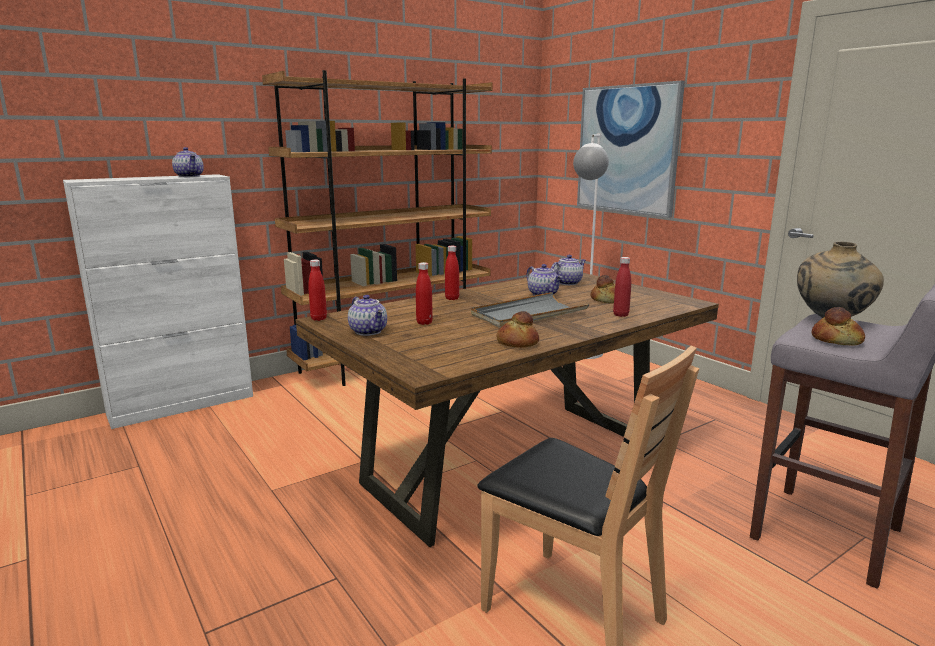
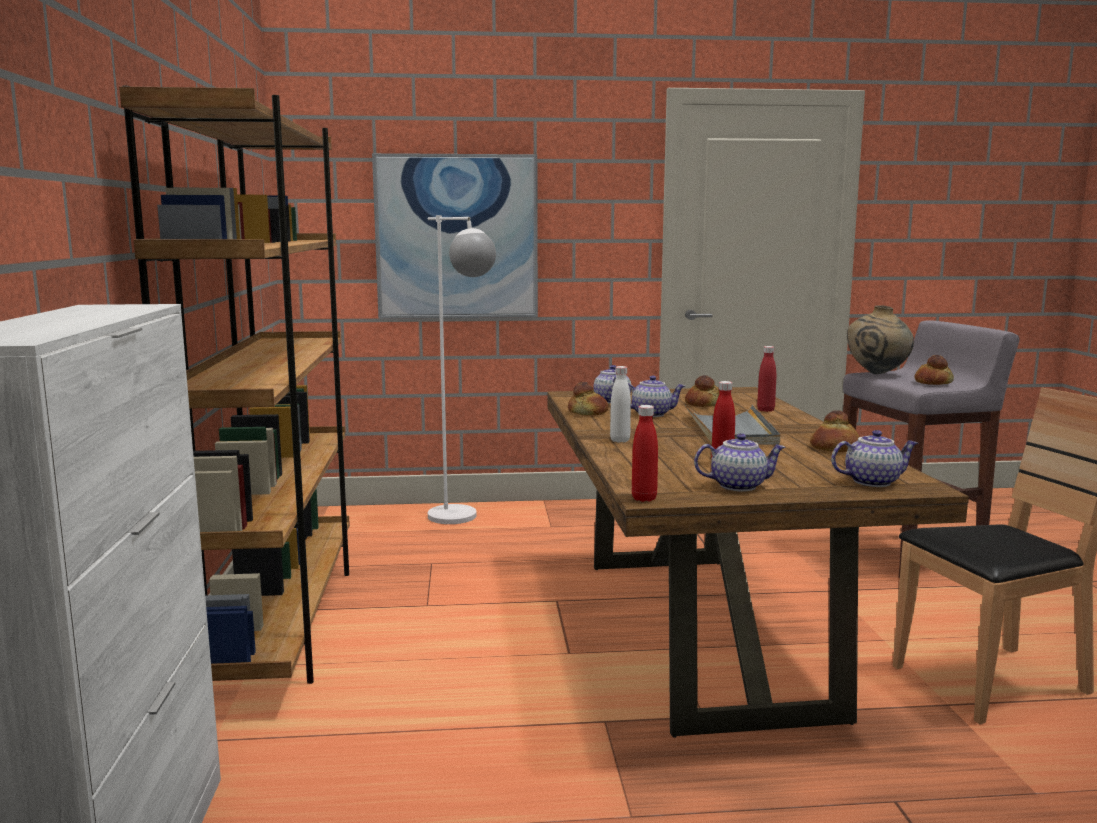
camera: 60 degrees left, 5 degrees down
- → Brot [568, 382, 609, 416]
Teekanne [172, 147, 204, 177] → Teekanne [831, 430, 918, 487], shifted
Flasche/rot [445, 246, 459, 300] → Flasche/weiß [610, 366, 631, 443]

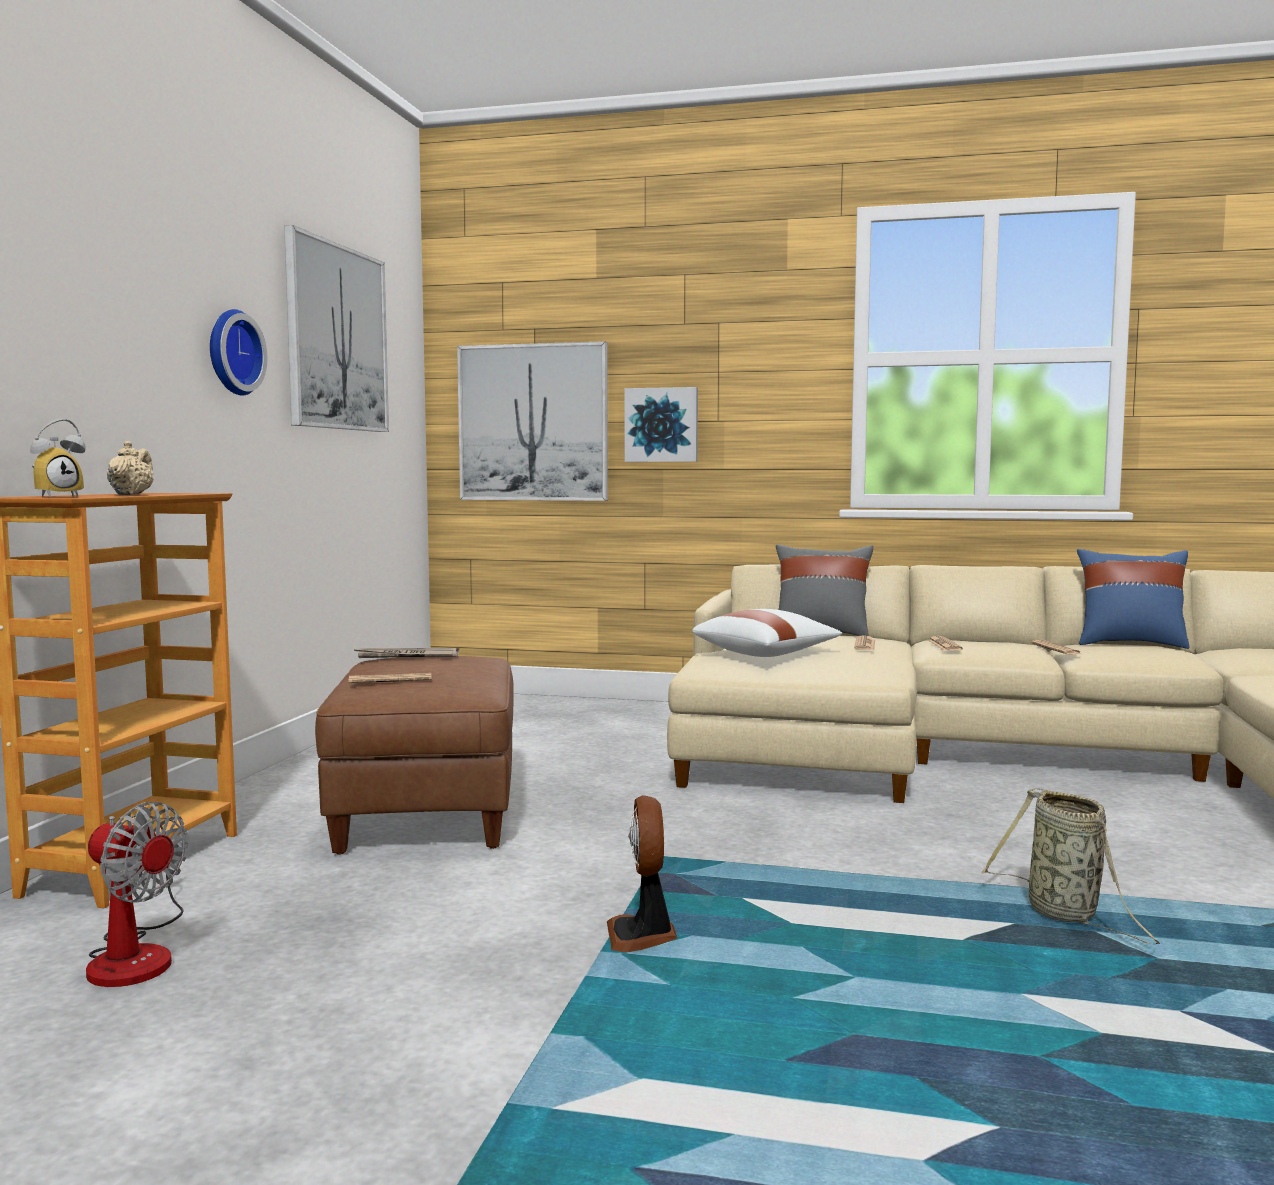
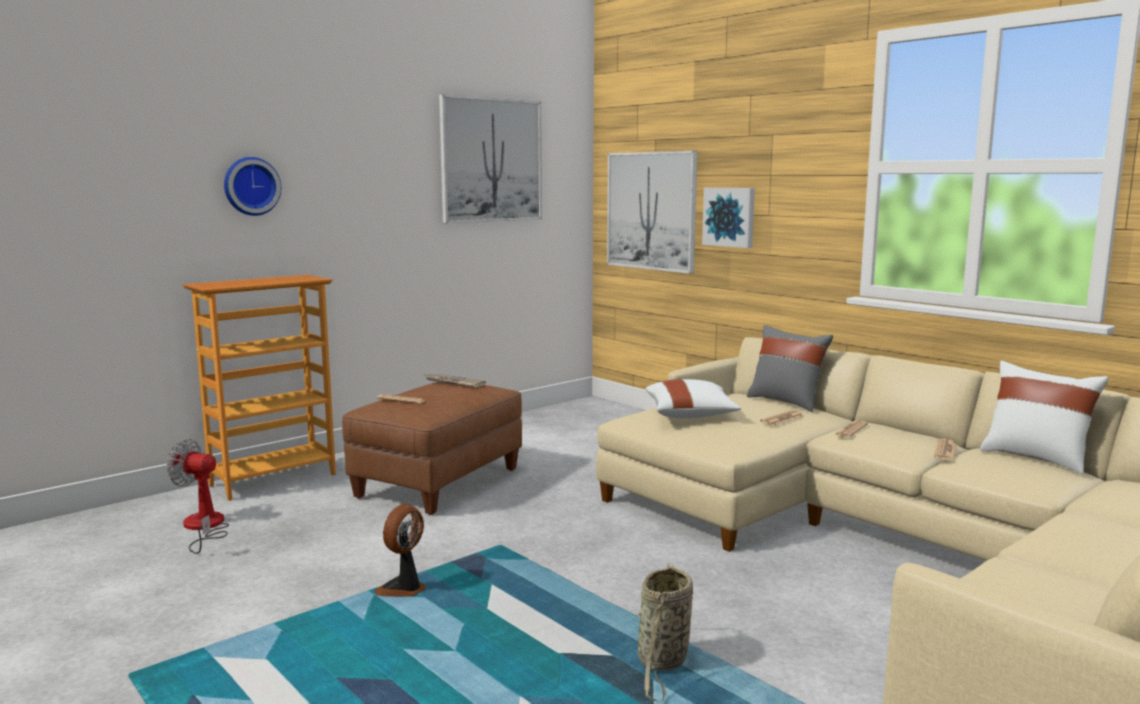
camera: 35 degrees right, 5 degrees up
Wecker [30, 419, 85, 497] → -
Teekanne/beige [107, 441, 154, 495] → -
Wanduhr [210, 309, 267, 396] → Wanduhr [224, 157, 281, 216], shifted
Kissen/blau [1077, 549, 1190, 649] → Kissen/weiß [980, 361, 1109, 474]
Ventilator [86, 802, 188, 987] → Ventilator [166, 439, 229, 554], 135 degrees clockwise

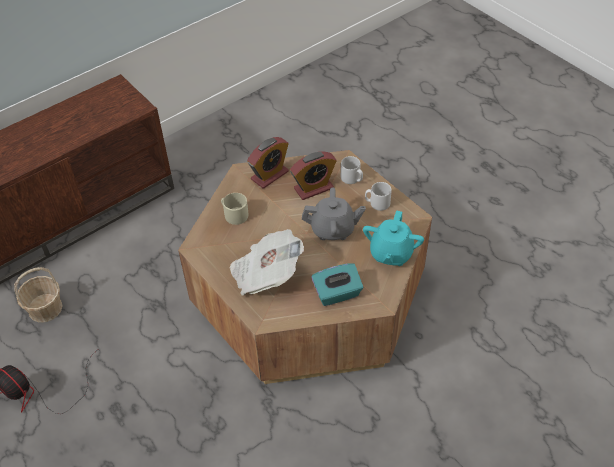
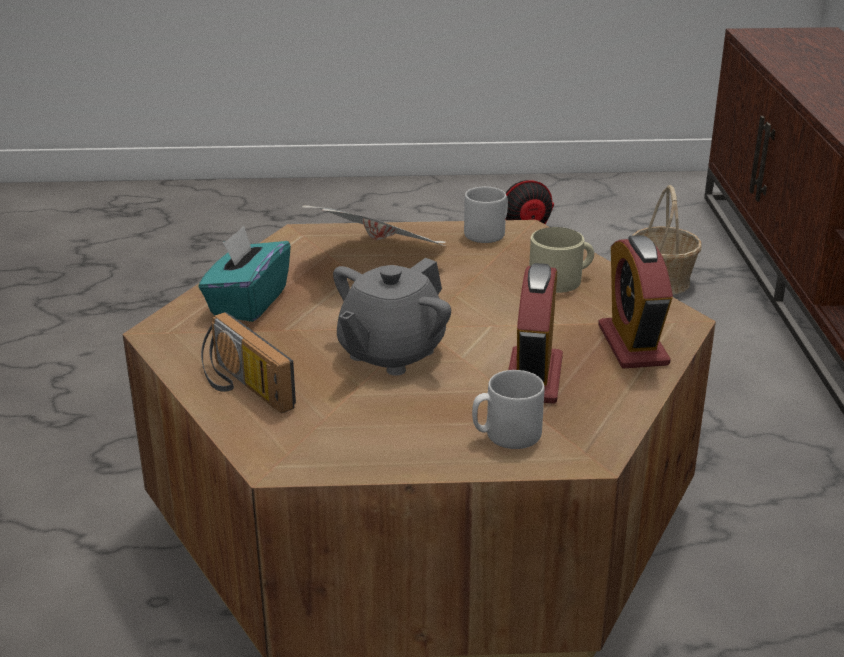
camera: 125 degrees right, 20 degrees down
Henkelbecher/grau [365, 182, 392, 211] → Henkelbecher/grau [464, 186, 508, 243], shifted
Teekanne/türkis [363, 210, 424, 266] → Radio [201, 312, 296, 413]

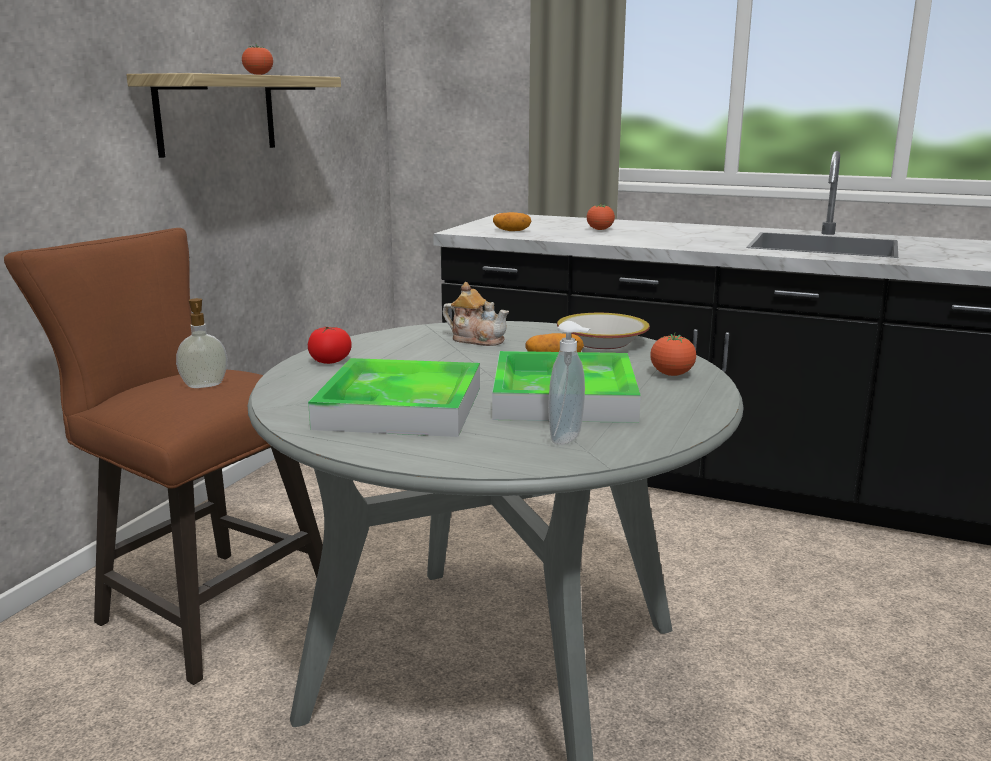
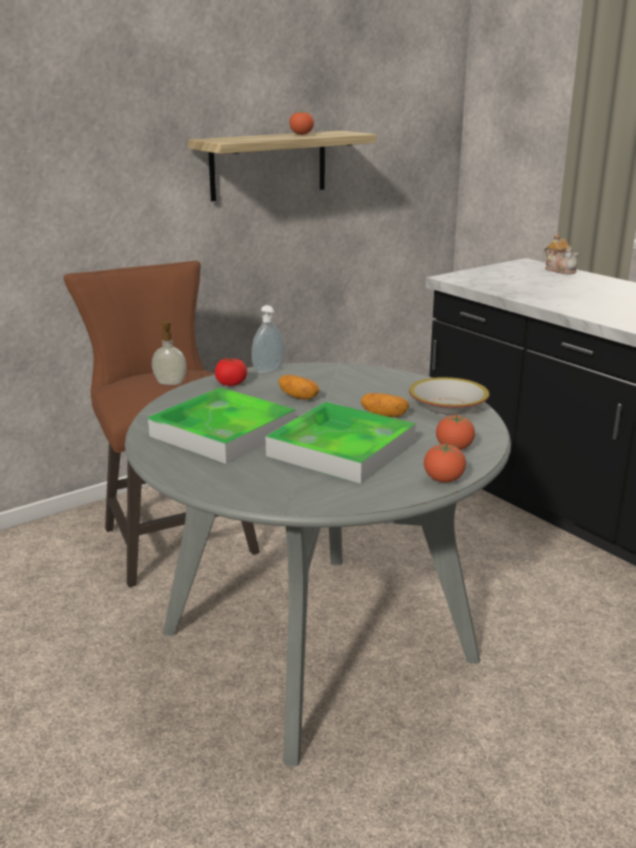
camera: 30 degrees right, 5 degrees up
Teekanne [443, 282, 509, 346] → Teekanne [543, 233, 579, 274], shifted
Kartoffel [493, 212, 531, 231] → Kartoffel [279, 375, 319, 400], shifted
Seifenspender [548, 321, 590, 445] → Seifenspender [252, 305, 284, 374], shifted
Tomate [587, 204, 615, 230] → Tomate [424, 443, 466, 482], shifted

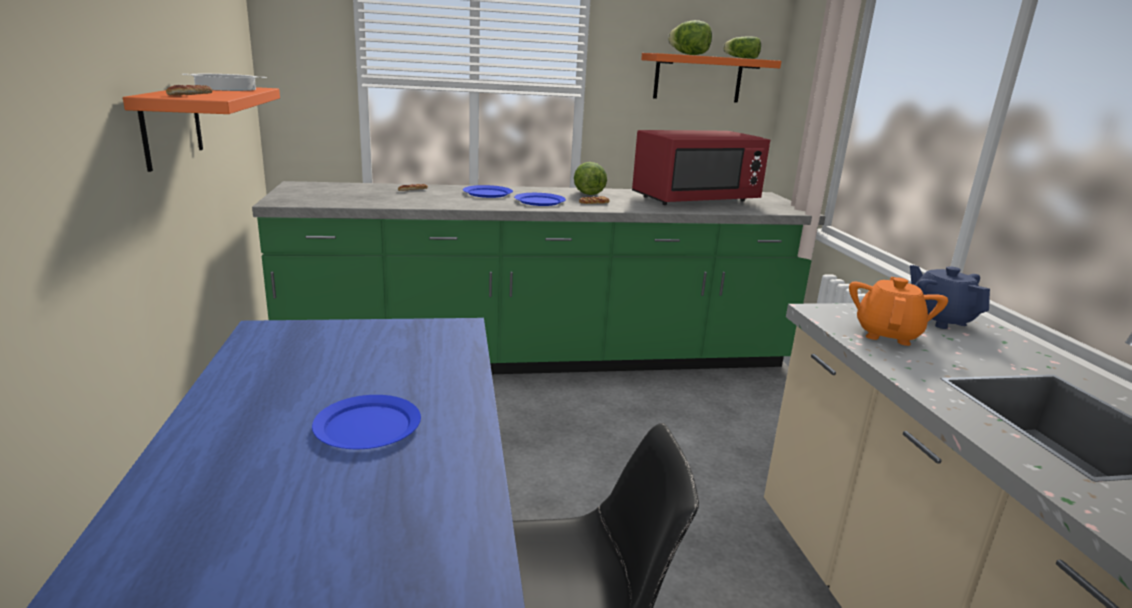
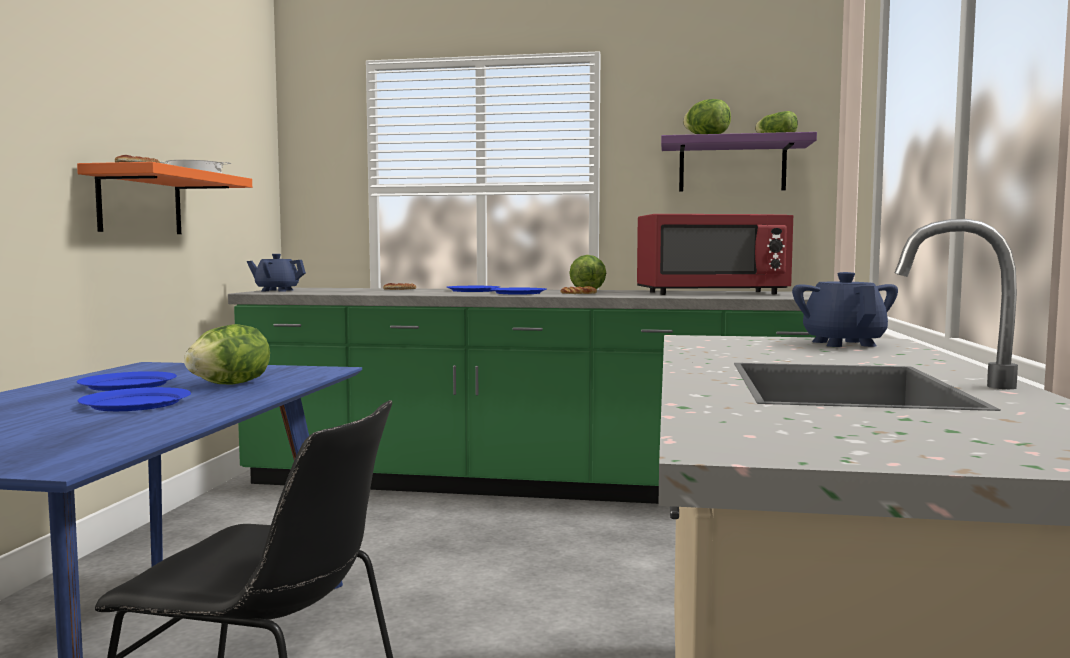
camera: 20 degrees right, 15 degrees down
Teekanne/orange [849, 277, 948, 346] → -
- → Teller/blau [77, 371, 177, 391]
- → Salatkopf [184, 324, 270, 384]
- → Teekanne/blau [247, 254, 306, 292]
Wandregal/orange [641, 53, 781, 103] → Wandregal/lila [661, 132, 817, 192]

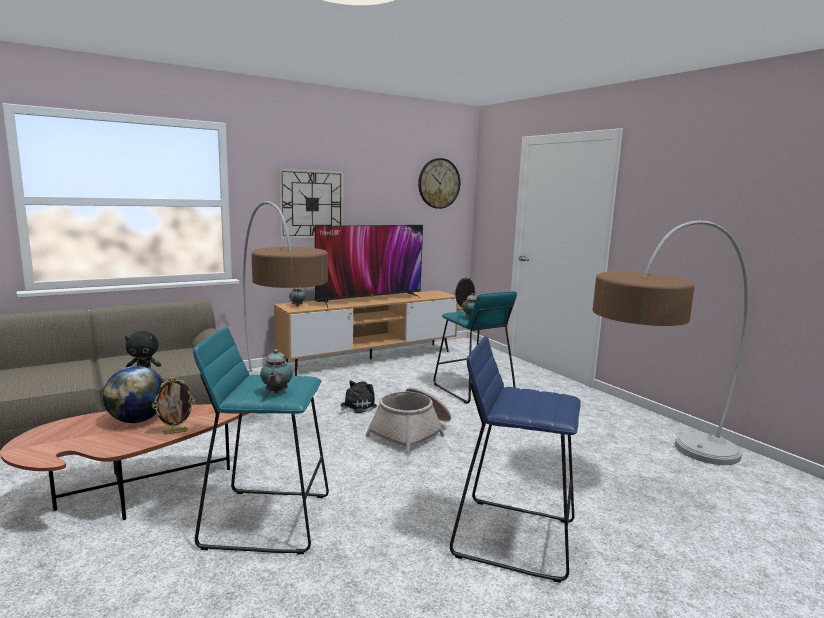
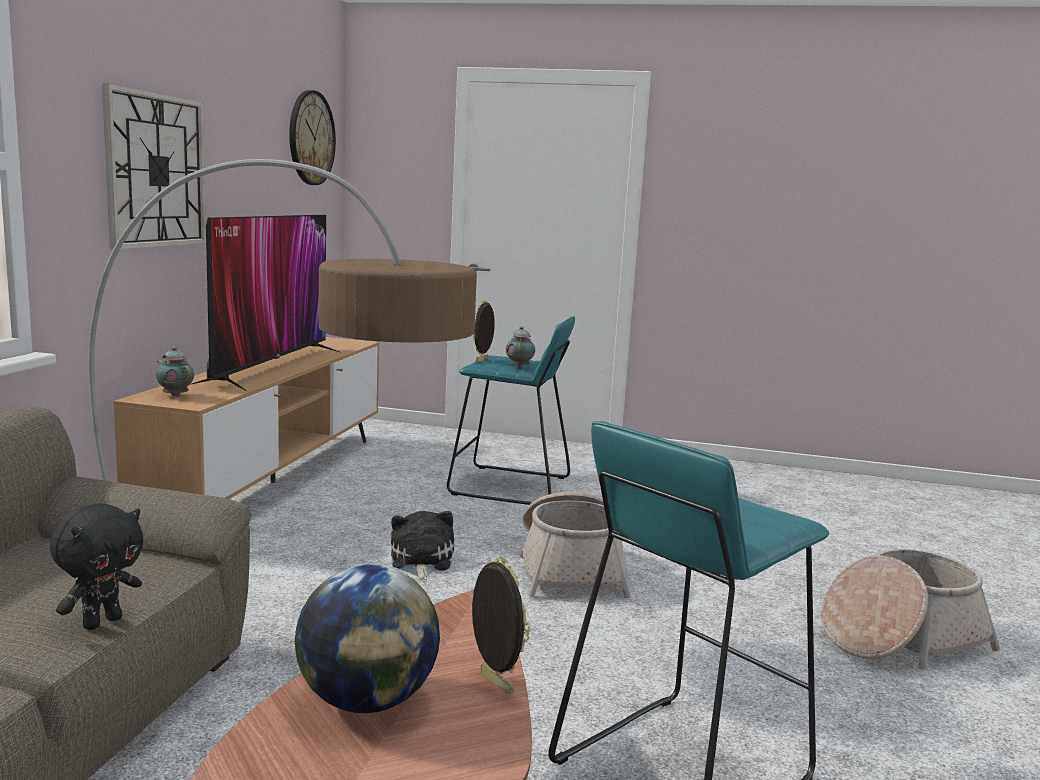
camera: 45 degrees left, 0 degrees up
Teekanne [260, 349, 293, 393] → -
Stehlampe [593, 221, 748, 465] → -
Hocker/blau [450, 336, 581, 583] → Korb [821, 549, 1000, 670]
Bilderrahmen [152, 377, 195, 434] → Bilderrahmen [472, 557, 530, 694], 60 degrees counterclockwise

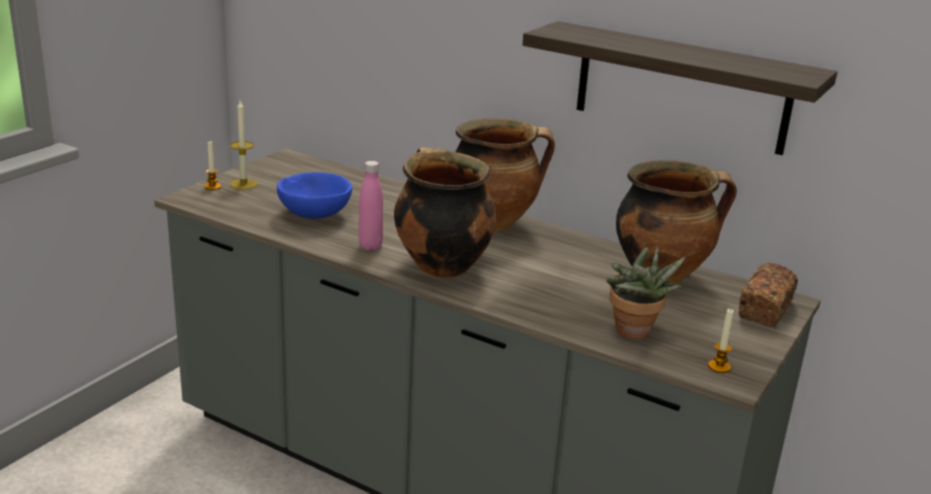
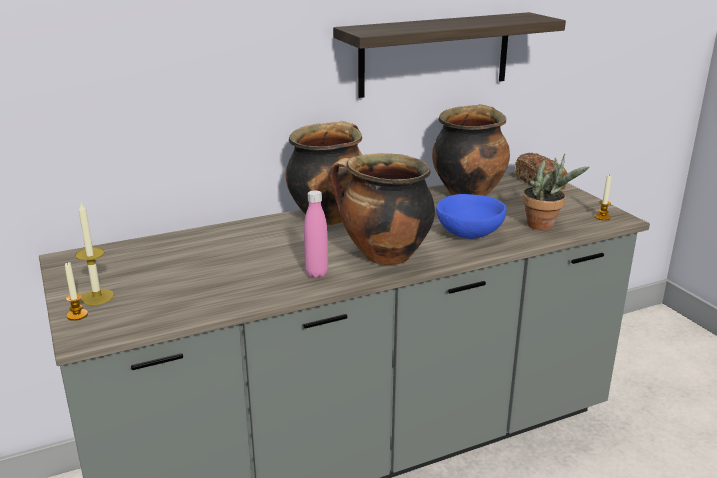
camera: 55 degrees left, 0 degrees up
Schüssel/blau [277, 172, 352, 219] → Schüssel/blau [436, 194, 506, 239], shifted

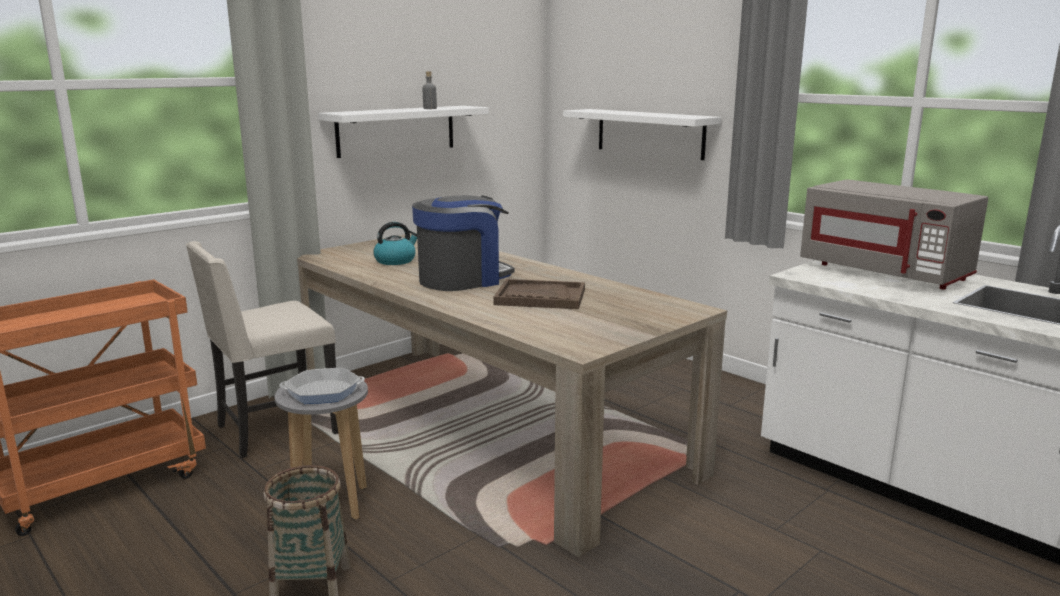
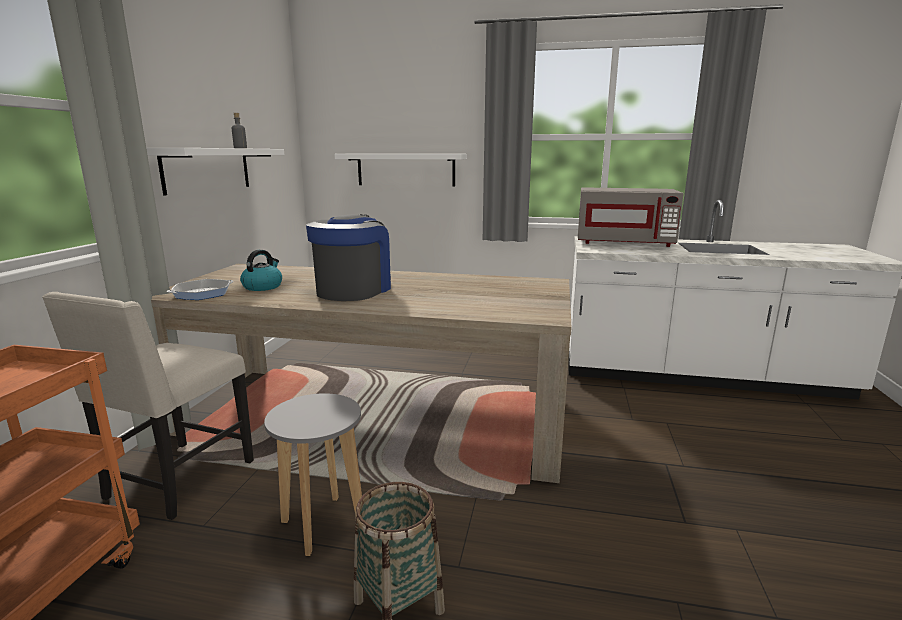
camera: 35 degrees left, 0 degrees up
Tablett/braun [493, 279, 585, 309] → -
Pfanne [279, 368, 365, 404] → Pfanne [167, 279, 234, 300], shifted

